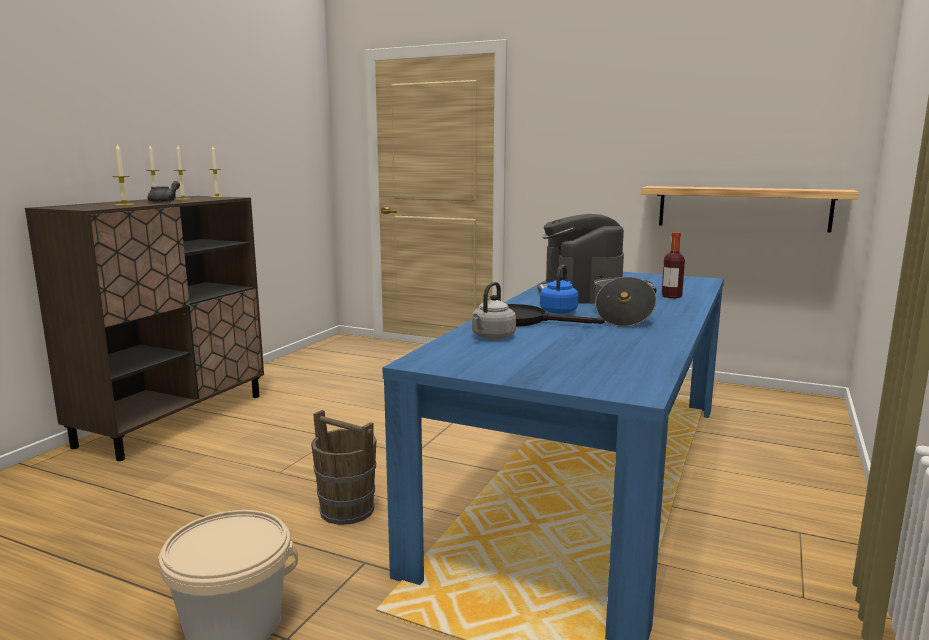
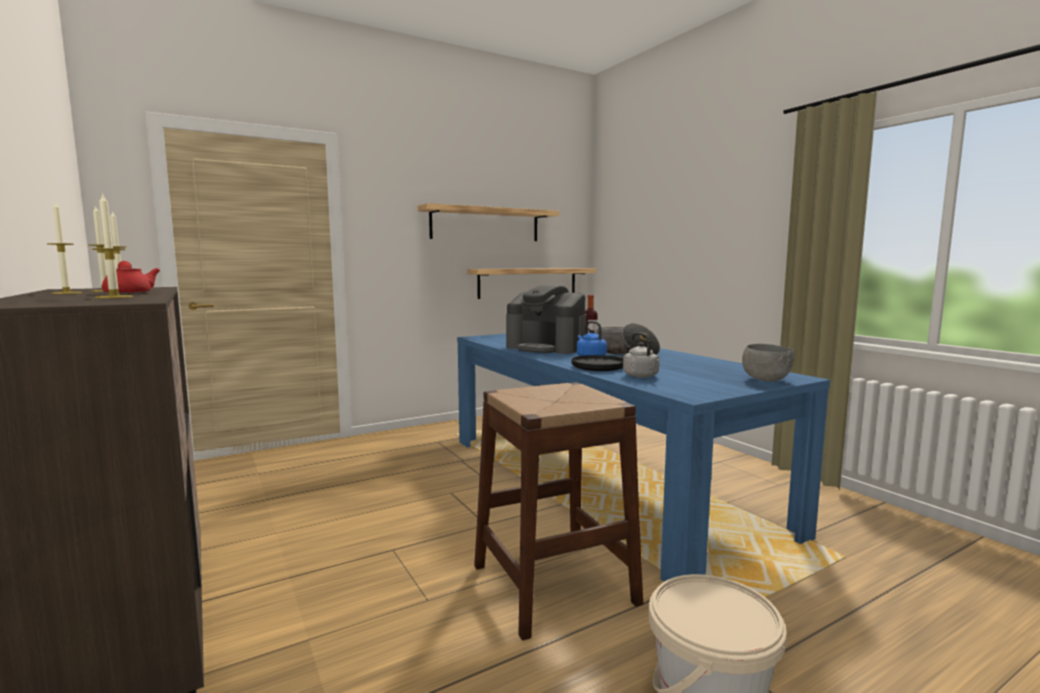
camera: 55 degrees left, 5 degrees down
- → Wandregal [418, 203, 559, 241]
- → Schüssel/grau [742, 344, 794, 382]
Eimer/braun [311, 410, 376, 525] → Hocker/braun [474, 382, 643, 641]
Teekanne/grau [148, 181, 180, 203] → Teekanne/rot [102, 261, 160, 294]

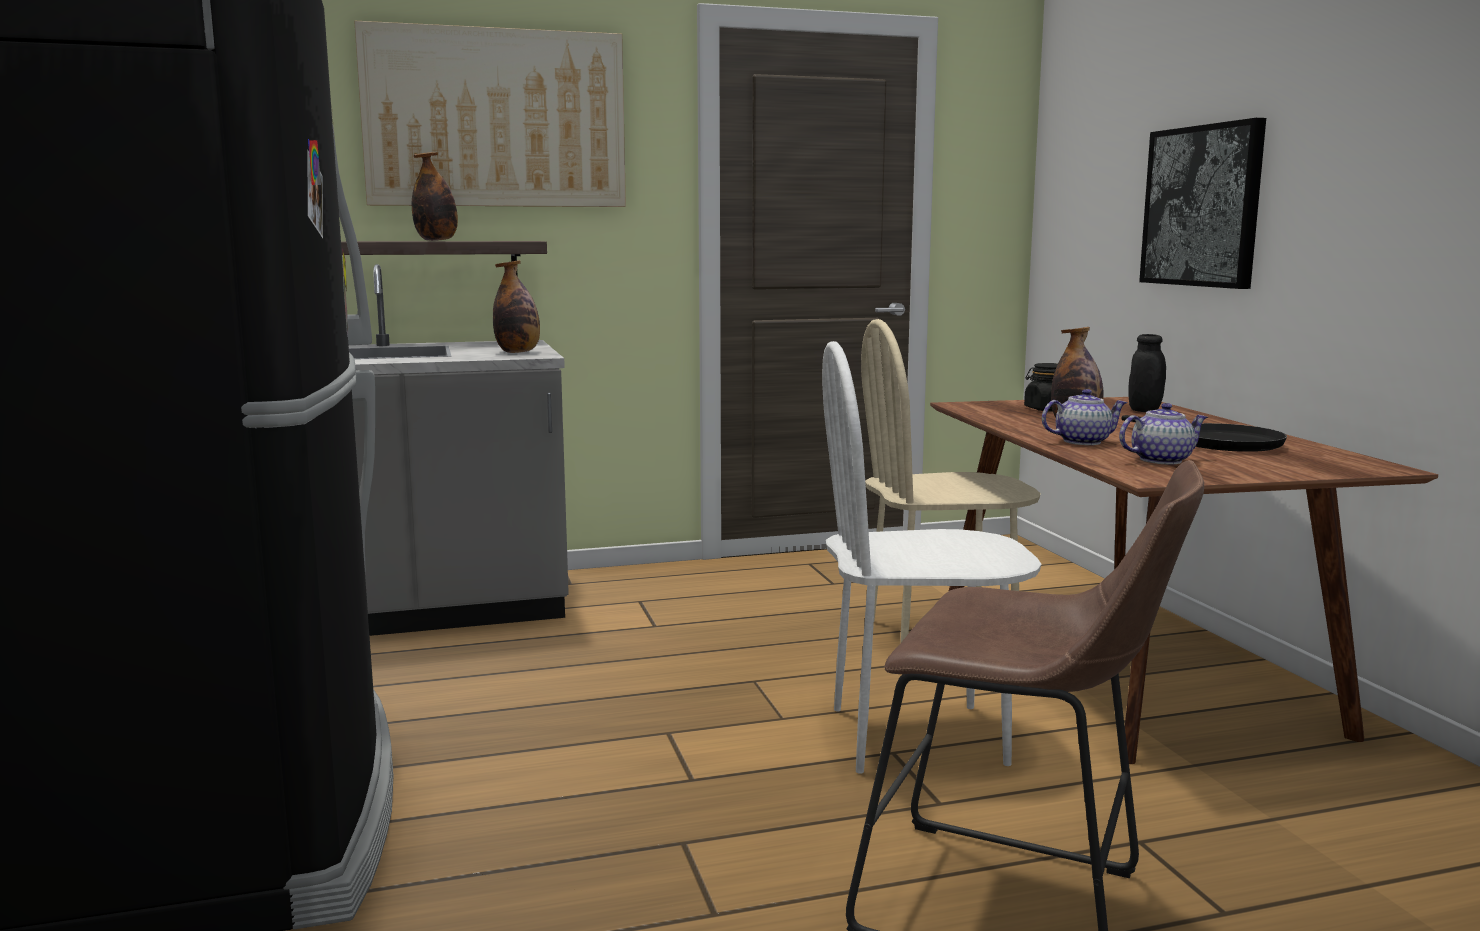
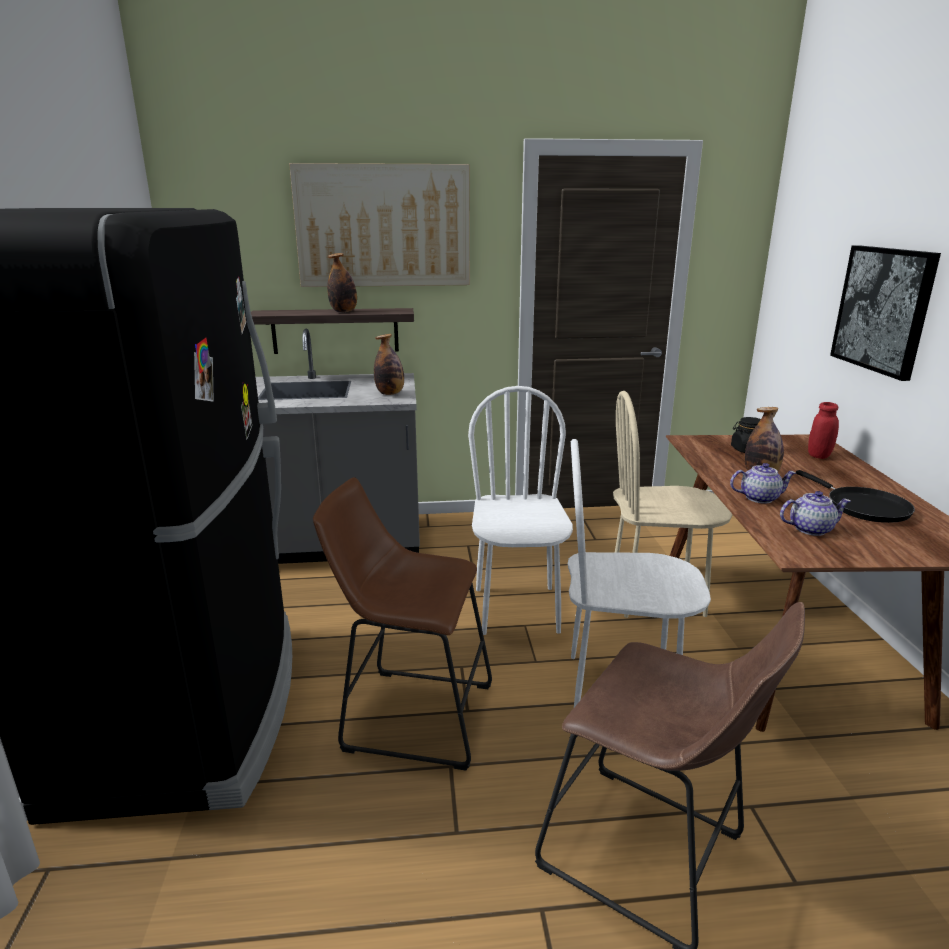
camera: 10 degrees right, 10 degrees up
- → Hocker/braun [313, 477, 492, 771]
- → Stuhl/weiß [468, 386, 573, 635]
Vorratsglas/schwarz [1128, 334, 1166, 412] → Vorratsglas/rot [808, 402, 839, 459]

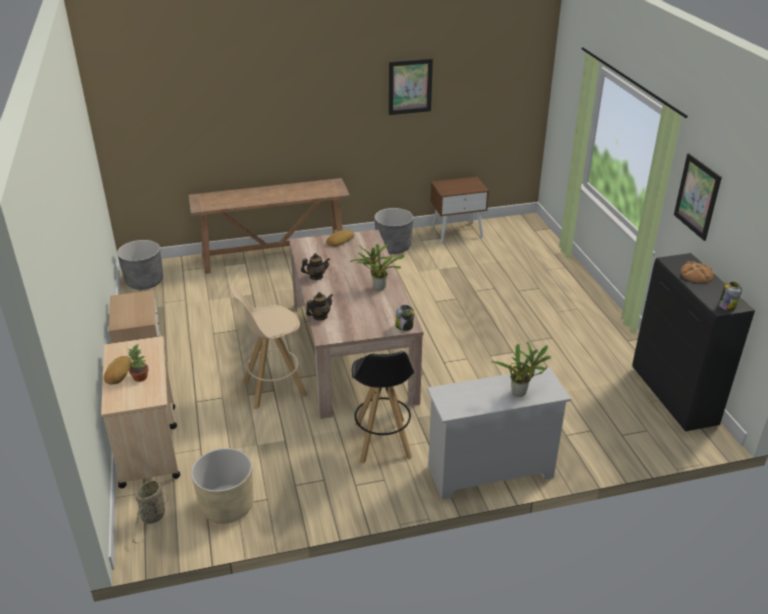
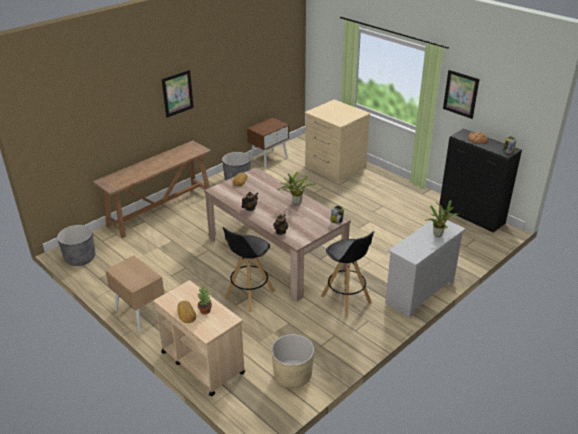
camera: 30 degrees left, 0 degrees up
Korb [132, 477, 168, 544] → -
- → Kommode/beige [304, 99, 370, 182]
Bild [389, 59, 433, 115] → Bild [162, 70, 194, 118], shifted
Hocker/beige [229, 284, 308, 409] → Hocker/schwarz [223, 227, 275, 312]

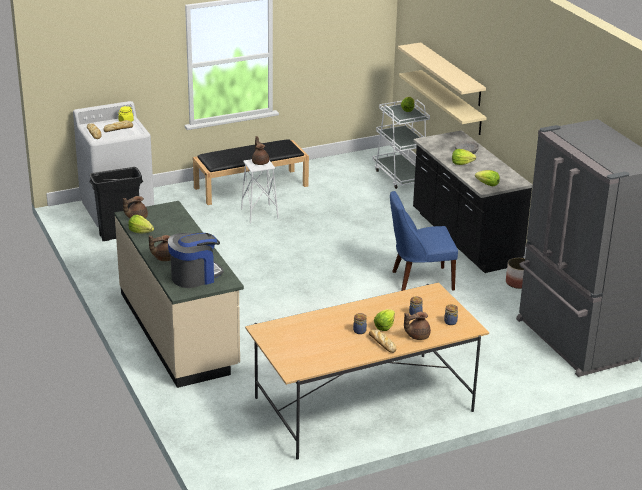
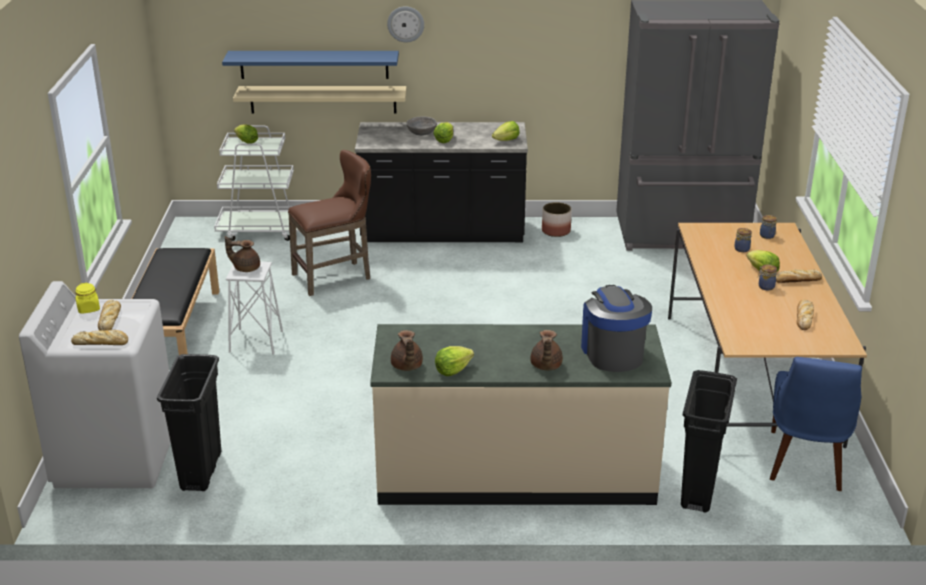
camera: 65 degrees left, 0 degrees up
Teekanne/braun [404, 312, 431, 340] → -
- → Hocker/braun [288, 150, 371, 296]
- → Wanduhr [387, 6, 424, 42]
- → Mülleimer/schwarz [681, 370, 737, 513]
- → Brot [797, 299, 814, 330]
Stuhl/blau [390, 191, 458, 291] → Stuhl/blau [770, 357, 862, 491], shifted
Wandregal/beige [398, 43, 486, 106] → Wandregal/blau [222, 51, 399, 79]

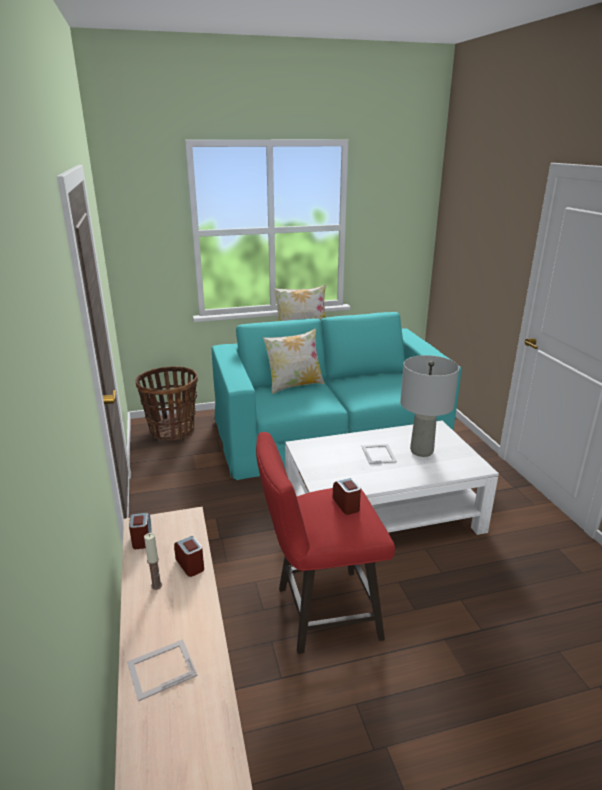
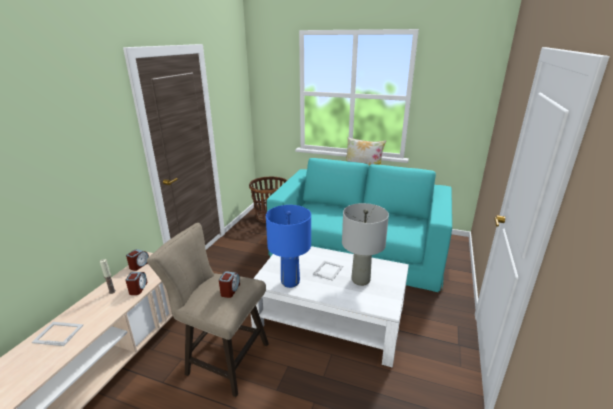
camera: 35 degrees right, 0 degrees up
Kissen [263, 328, 324, 394] → -
- → Tischlampe/blau [266, 205, 311, 288]
Hocker/rot [256, 432, 395, 654] → Hocker/beige [147, 223, 269, 397]

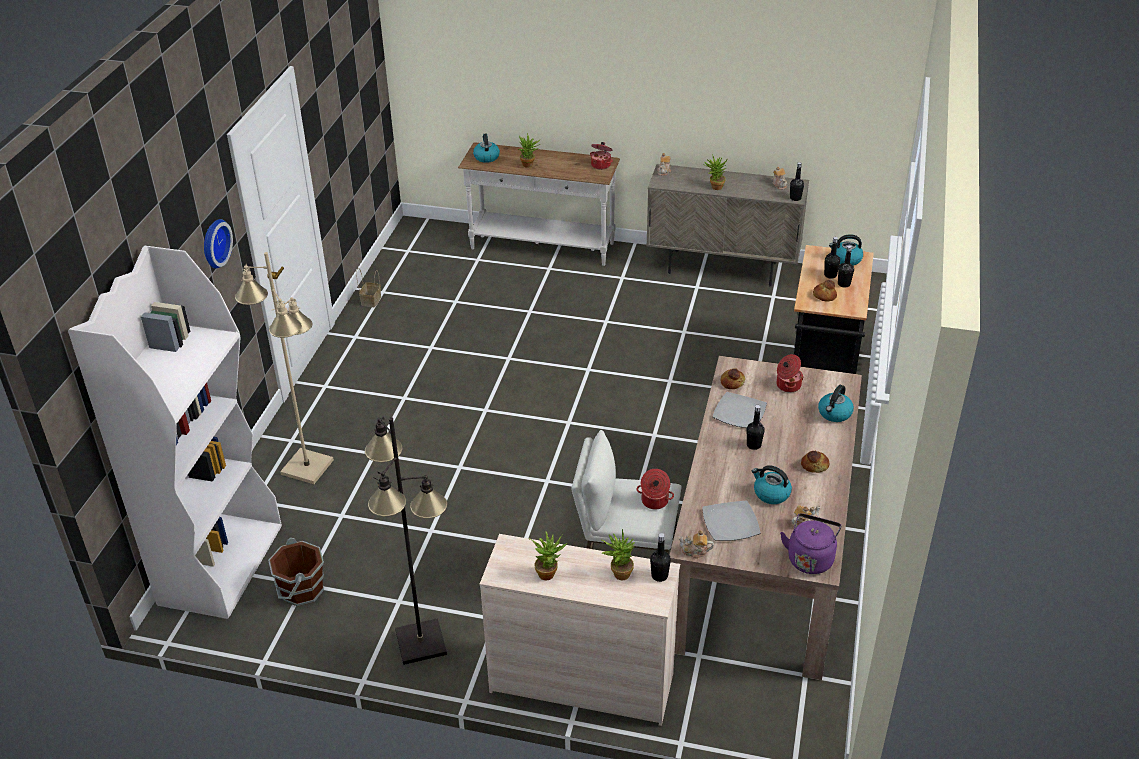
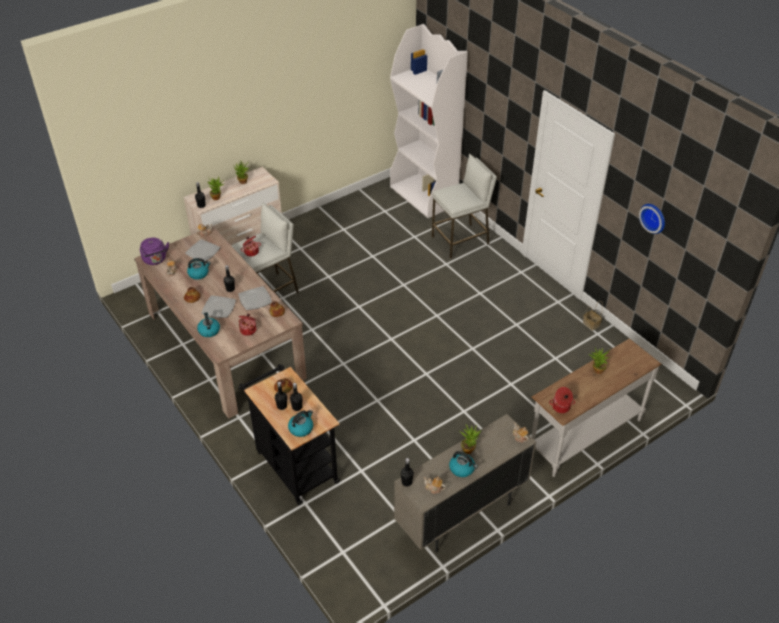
camera: 130 degrees right, 5 degrees up
Eimer/braun [268, 538, 324, 606] → -
Stehlampe/schwarz [365, 416, 447, 665] → -
- → Teller [201, 295, 236, 318]
Wanduhr [204, 219, 233, 269] → Wanduhr [639, 204, 665, 234], shifted
Wasserkessel [473, 134, 500, 163] → Wasserkessel [449, 451, 478, 477], shifted
Stehlampe/beige [235, 252, 334, 484] → Hocker/weiß [432, 154, 497, 259]

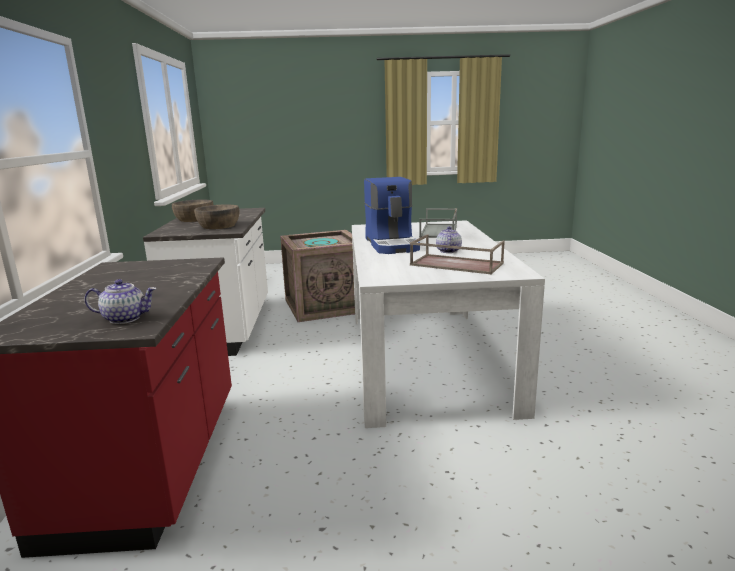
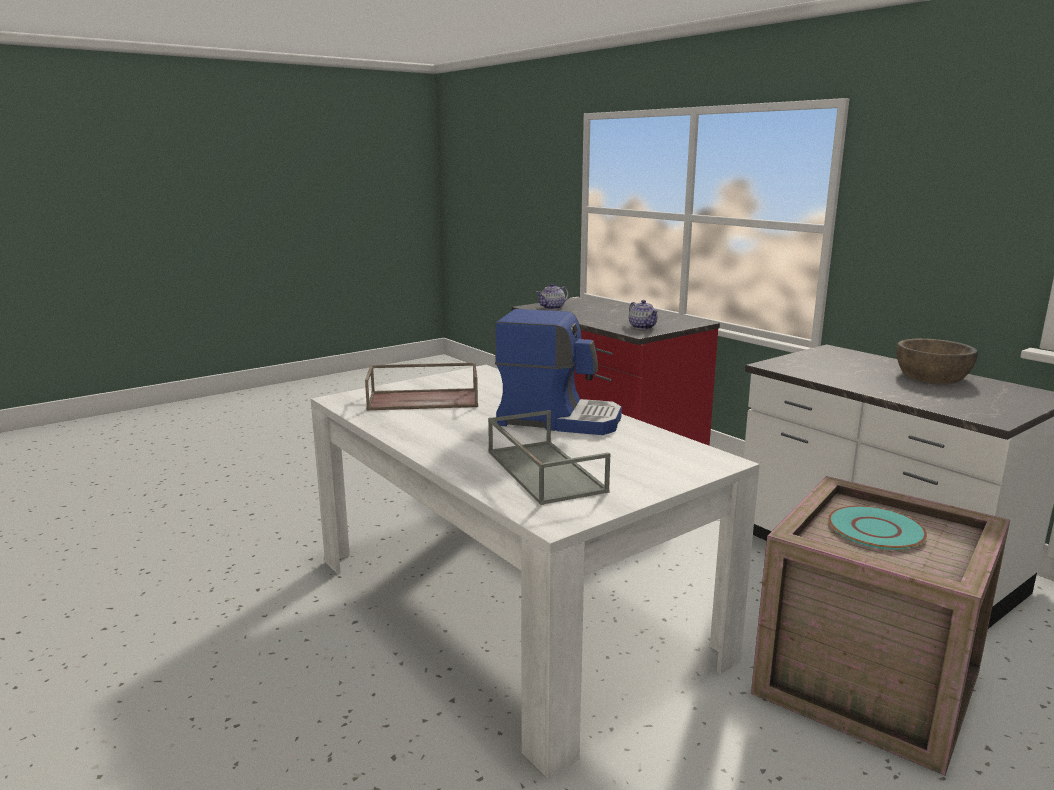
camera: 145 degrees right, 0 degrees up
Schüssel/braun [194, 205, 239, 229] → -
Teekanne [436, 226, 462, 253] → Teekanne [629, 300, 658, 329], shifted
Kaffeemaschine [364, 177, 420, 254] → Kaffeemaschine [495, 309, 622, 435], 150 degrees clockwise

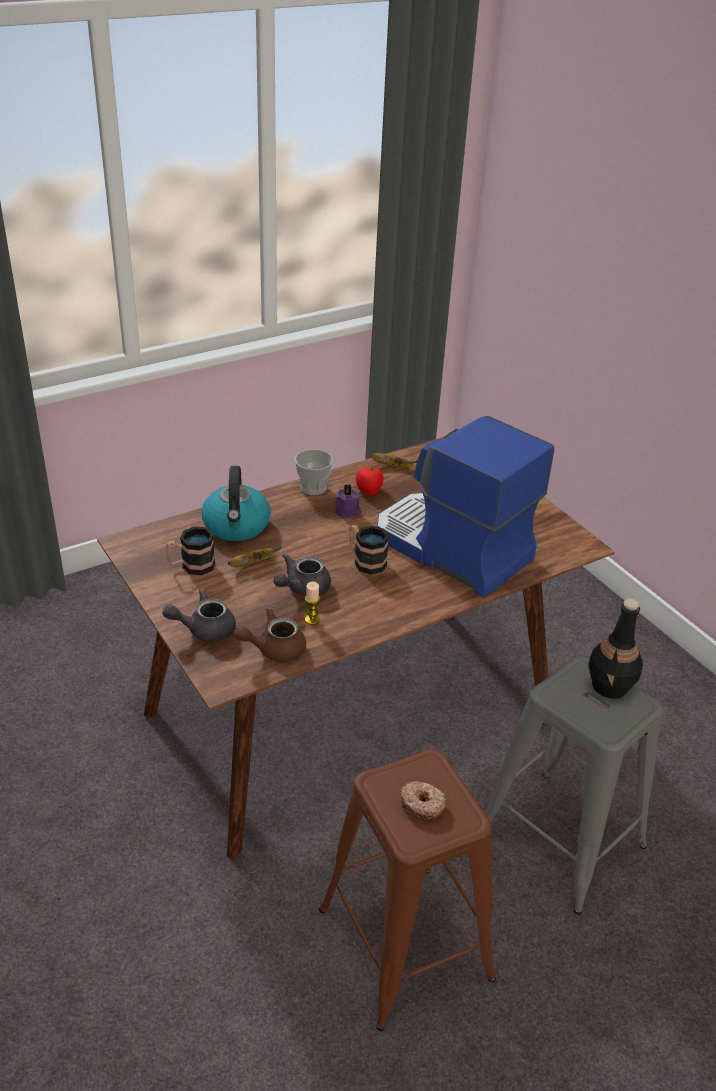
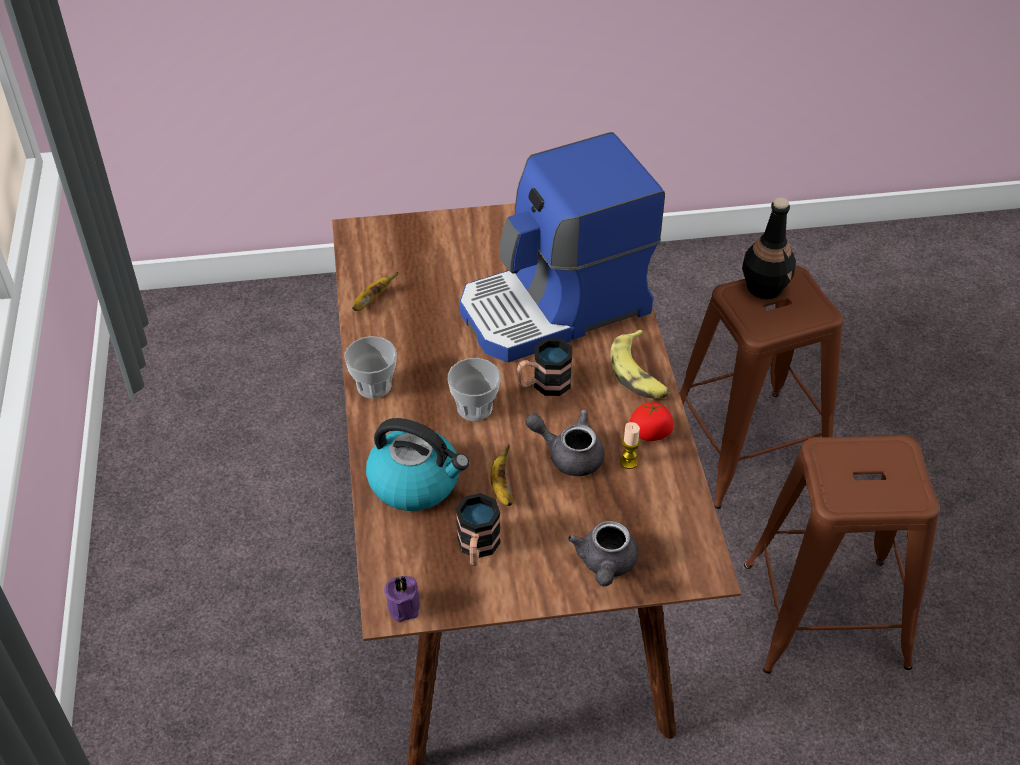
camera: 65 degrees left, 10 degrees up
Teekanne/braun [234, 608, 306, 662] → -
Donut [400, 781, 447, 820] → -
- → Tasse [448, 358, 501, 421]
- → Banane [610, 329, 670, 399]
Kerze/lila [335, 484, 361, 519] → Kerze/lila [384, 576, 420, 622], shifted
Tomate [356, 465, 384, 495] → Tomate [630, 399, 673, 441], shifted
Hocker/grau [485, 655, 662, 915] → Hocker/braun [679, 266, 843, 509]
Teekanne/grau [274, 554, 331, 596] → Teekanne/grau [526, 409, 604, 476], 135 degrees clockwise

